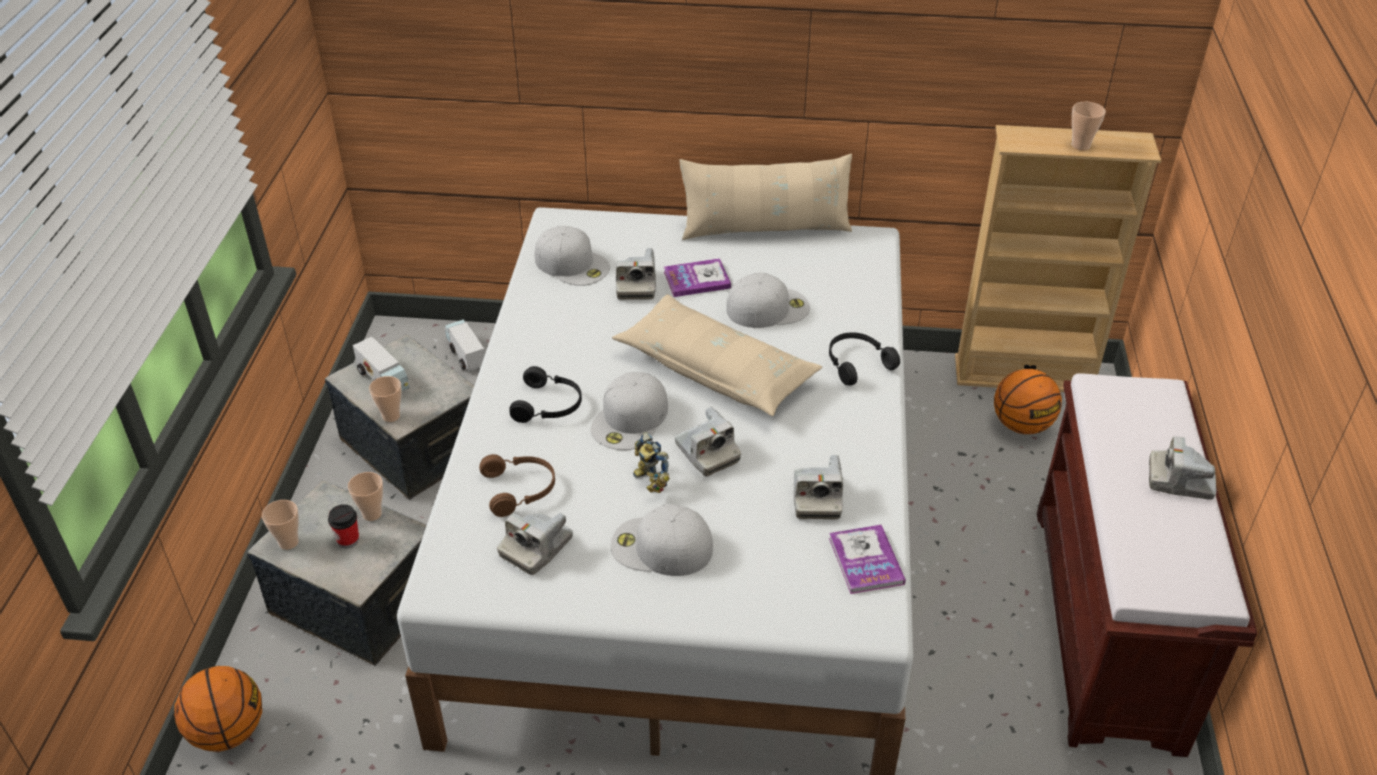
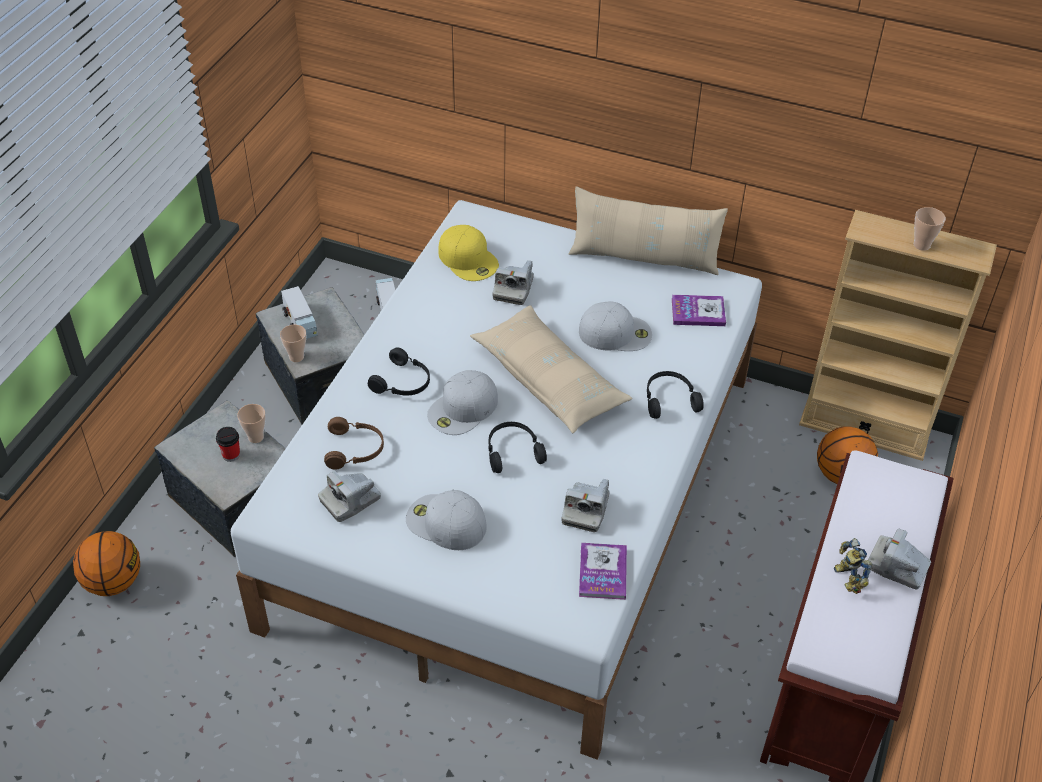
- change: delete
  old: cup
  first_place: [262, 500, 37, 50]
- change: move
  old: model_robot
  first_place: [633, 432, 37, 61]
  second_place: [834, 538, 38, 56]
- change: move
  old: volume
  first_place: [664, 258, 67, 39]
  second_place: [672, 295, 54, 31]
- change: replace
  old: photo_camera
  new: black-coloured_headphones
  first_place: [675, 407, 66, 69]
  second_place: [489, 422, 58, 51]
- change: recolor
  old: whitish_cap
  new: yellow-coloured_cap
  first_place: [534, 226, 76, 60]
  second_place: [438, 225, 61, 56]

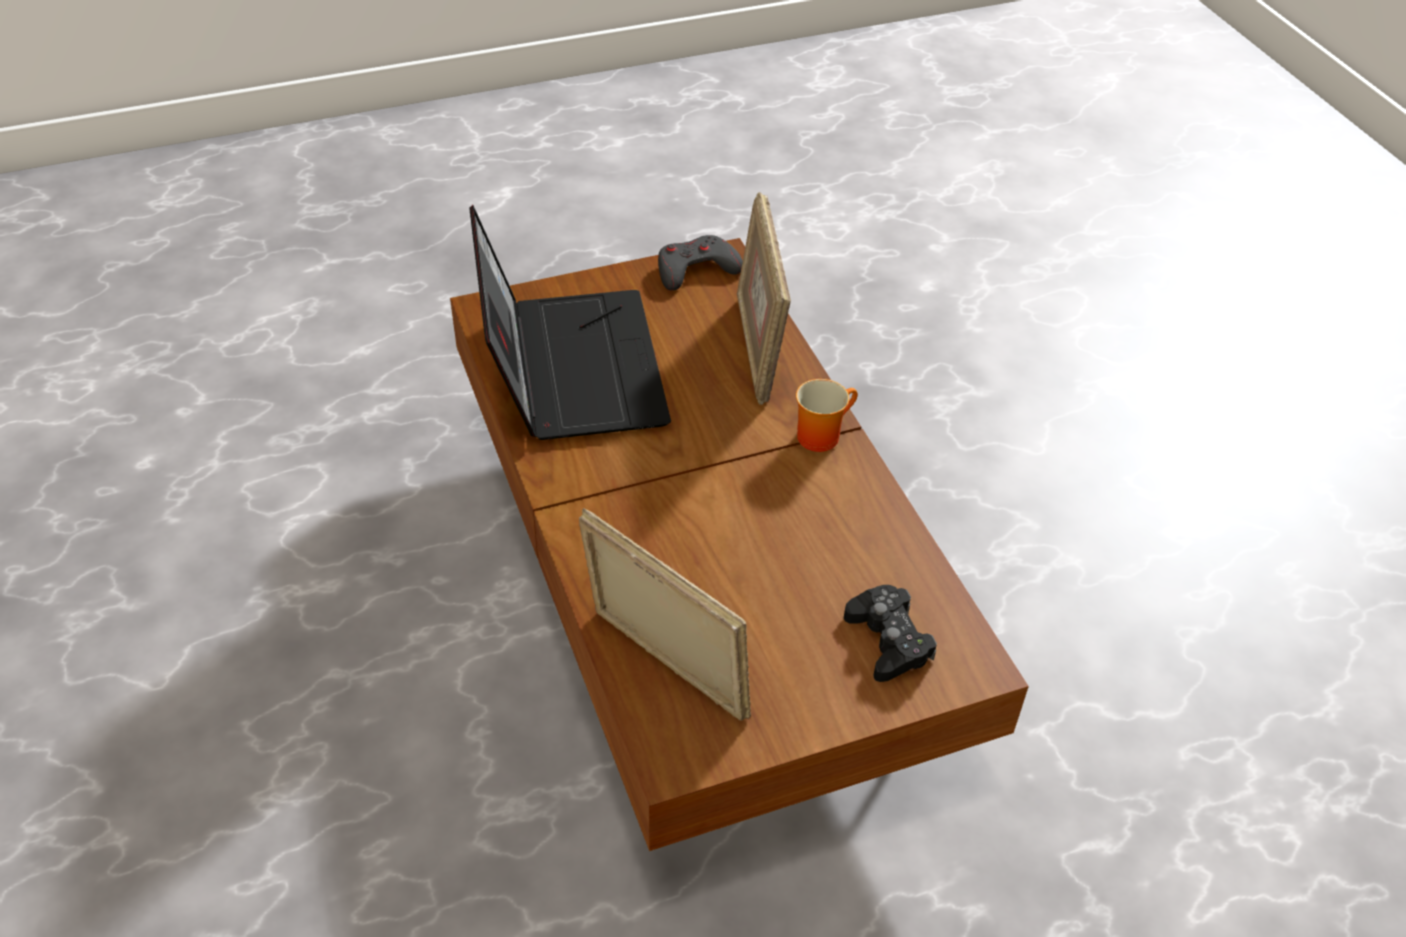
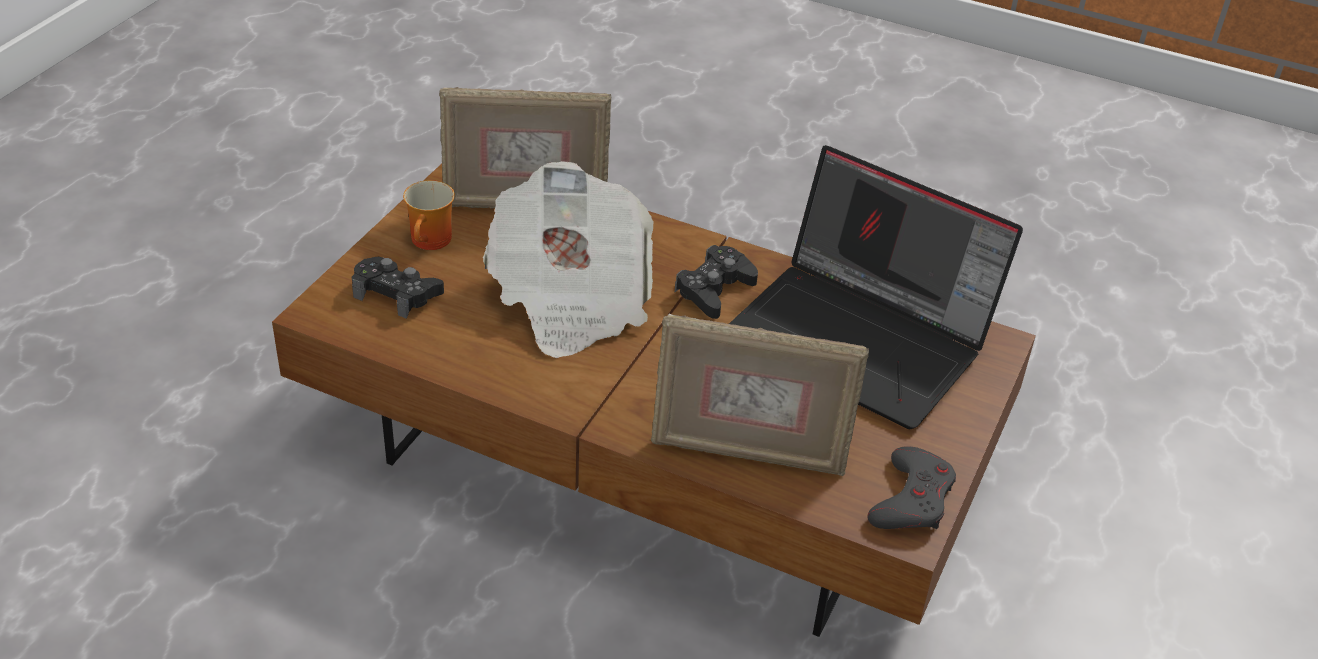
- change: insert
  new: daily_paper
  second_place: [482, 161, 172, 197]
- change: insert
  new: black-coloured_game_controller
  second_place: [675, 245, 83, 74]
- change: move
  old: tea_mug
  first_place: [796, 379, 62, 73]
  second_place: [403, 180, 52, 70]
- change: rotate
  old: standing_frame
  first_place: [737, 192, 54, 213]
  second_place: [651, 314, 218, 162]
  degrees: 150

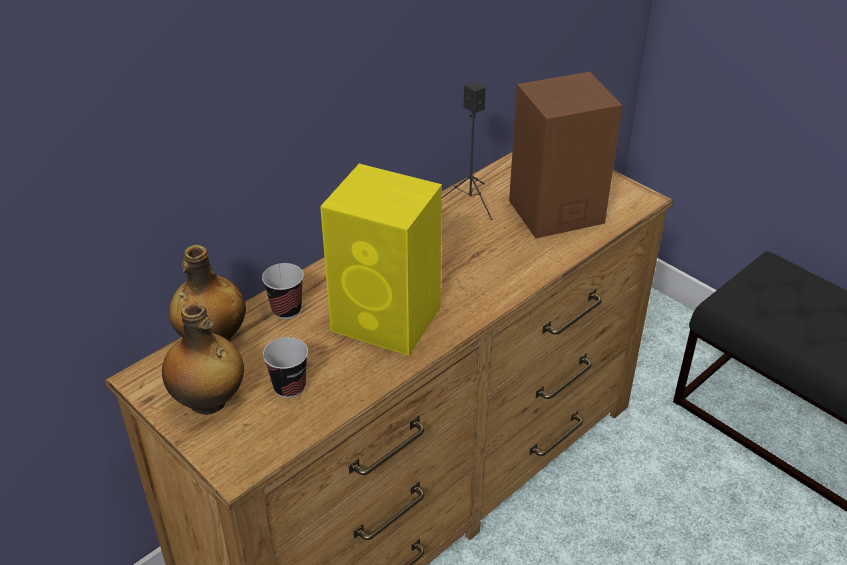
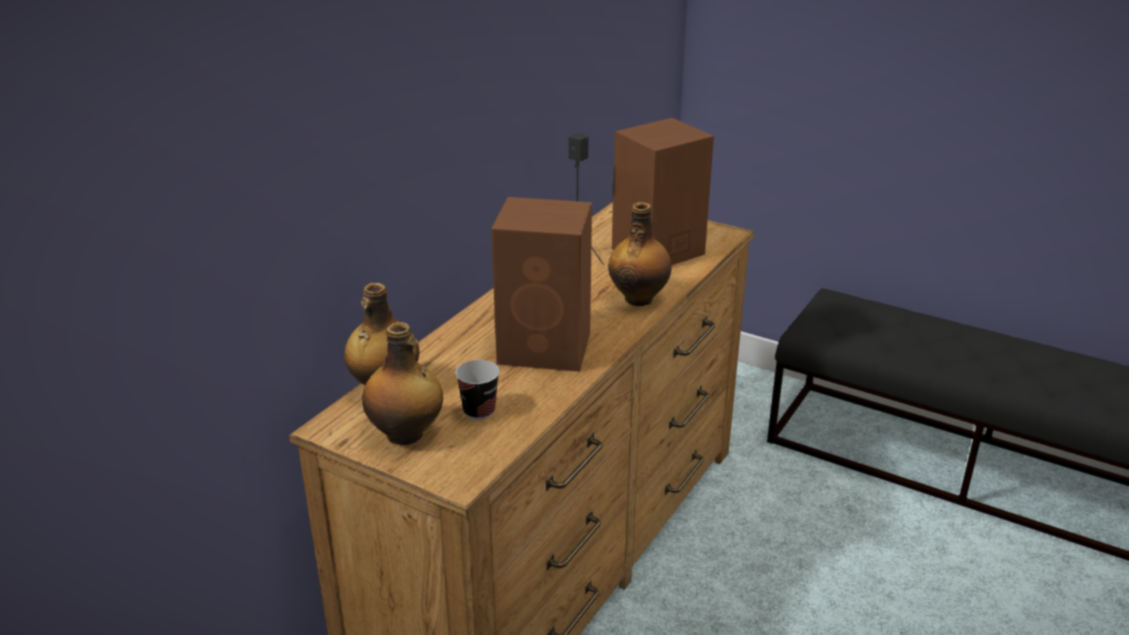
- change: delete
  old: cup
  first_place: [262, 263, 42, 56]
- change: insert
  new: beverage_bottle
  second_place: [608, 202, 64, 104]
- change: recolor
  old: yellow-coloured_audio_speaker
  new: brown_audio_speaker
  first_place: [320, 164, 122, 192]
  second_place: [491, 197, 101, 175]

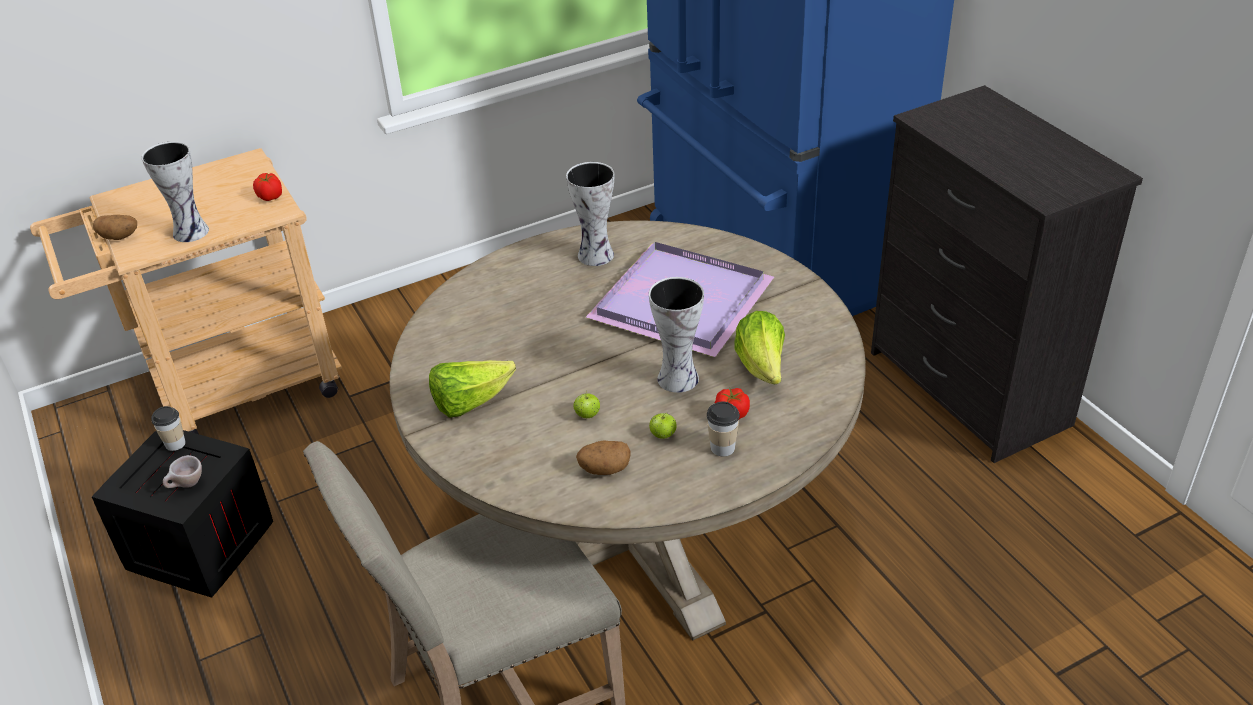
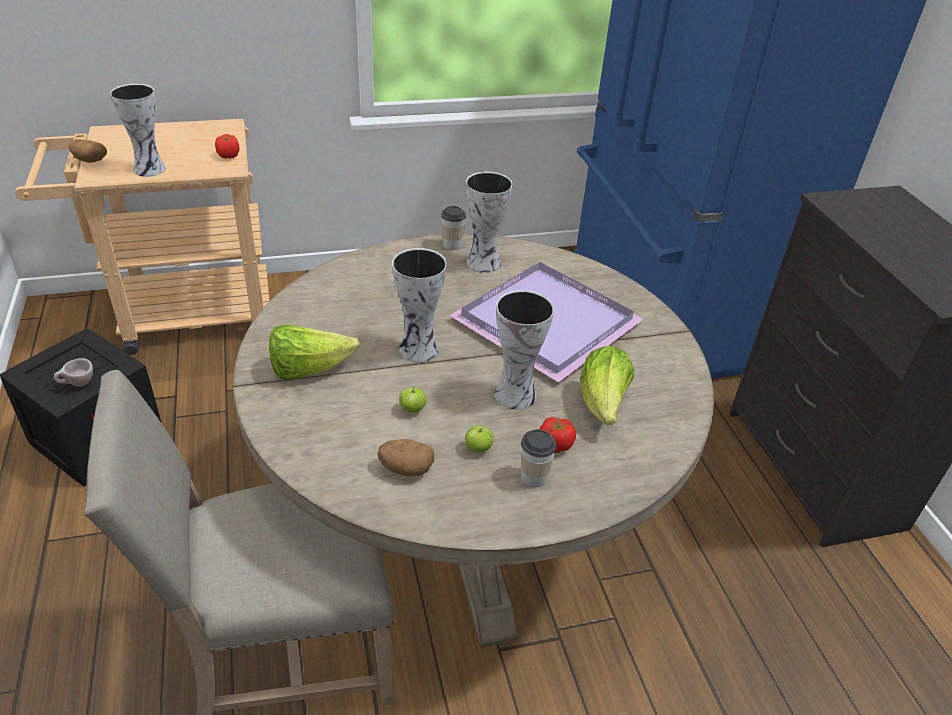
- change: insert
  new: vase
  second_place: [392, 248, 55, 115]
- change: move
  old: cup
  first_place: [151, 406, 35, 45]
  second_place: [441, 206, 25, 44]

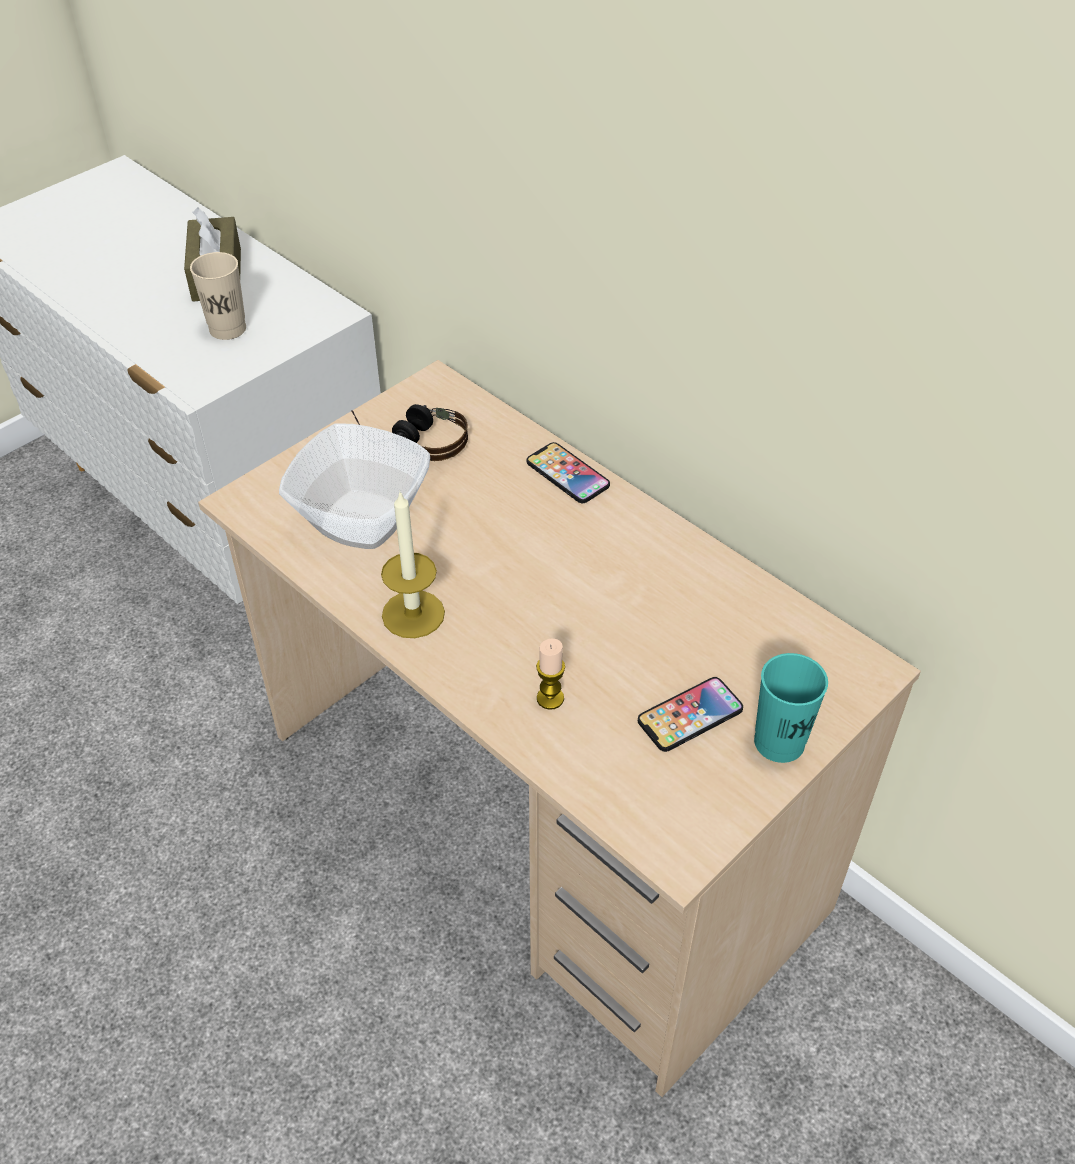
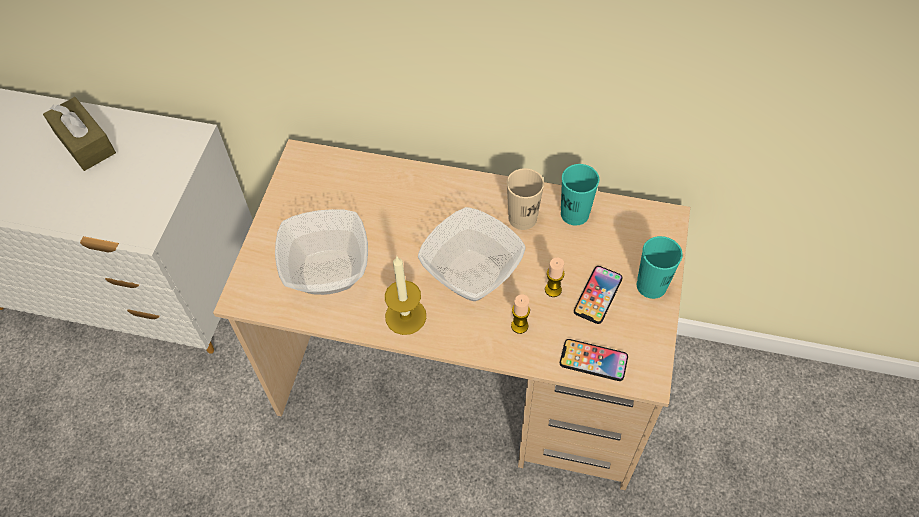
- change: delete
  old: headphones
  first_place: [351, 404, 117, 57]
- change: insert
  new: bowl
  second_place: [418, 207, 107, 94]
- change: insert
  new: wax_light
  second_place: [545, 257, 20, 40]
- change: insert
  new: blue-green_cup
  second_place: [561, 164, 38, 61]
- change: move
  old: beige_cup
  first_place: [190, 252, 56, 88]
  second_place: [507, 168, 37, 62]
- change: move
  old: phone
  first_place: [527, 442, 83, 61]
  second_place: [560, 339, 68, 42]

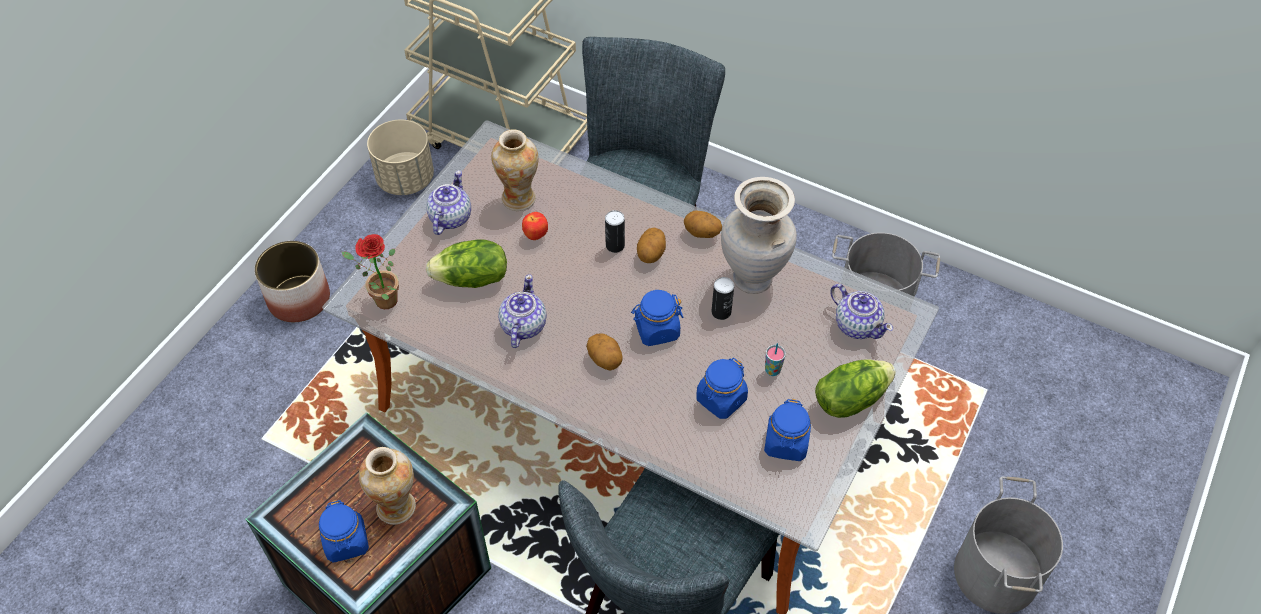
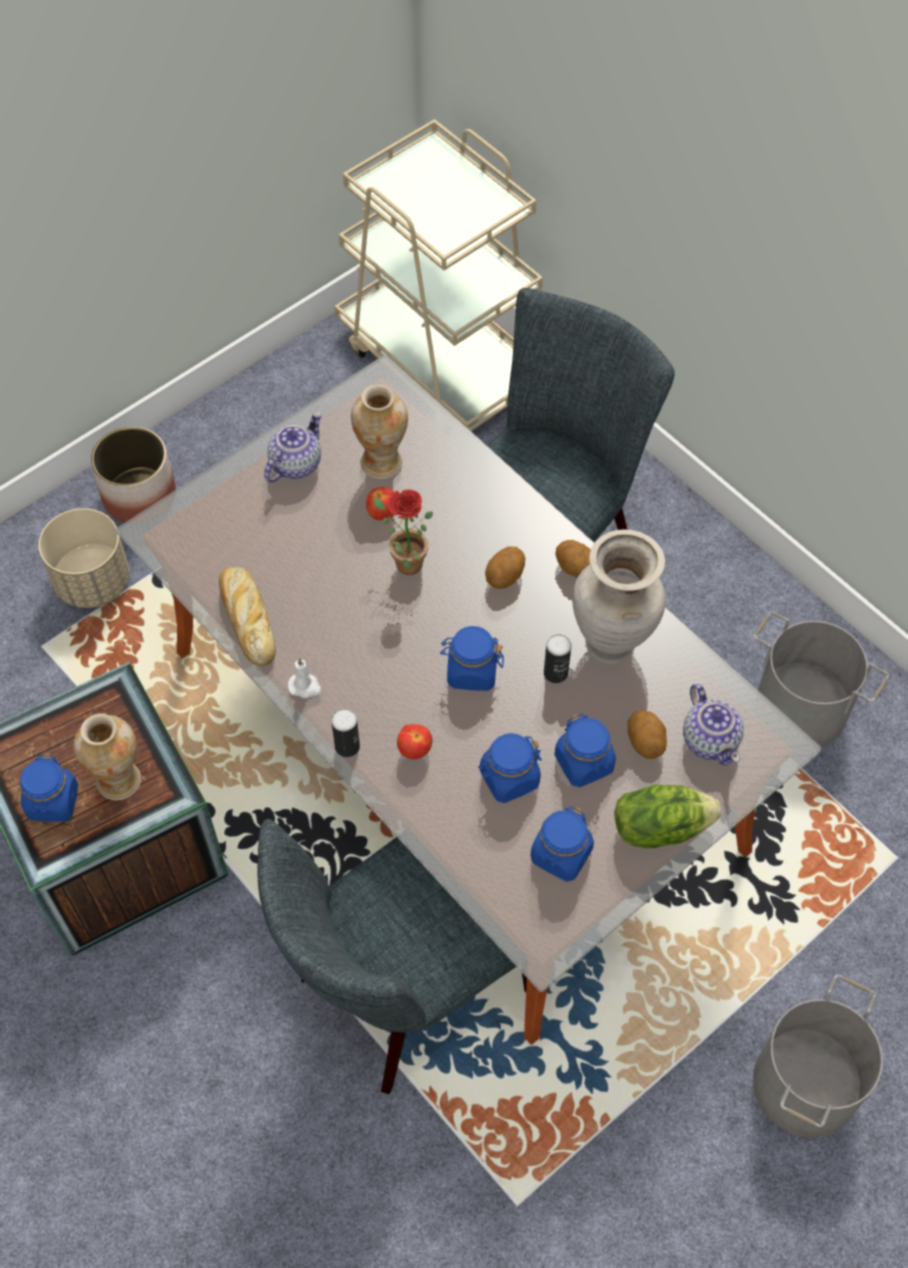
- change: delete
  old: lettuce
  first_place: [426, 239, 81, 49]
- change: delete
  old: pot_for_tea
  first_place: [498, 274, 49, 74]
- change: insert
  new: bread
  second_place: [219, 568, 57, 98]
- change: insert
  new: whitish_wax_light
  second_place: [288, 658, 34, 41]
- change: insert
  new: apple
  second_place: [397, 724, 35, 35]
- change: move
  old: houseplant
  first_place: [342, 234, 57, 75]
  second_place: [373, 489, 60, 86]
- change: move
  old: beige_flower_pot
  first_place: [367, 120, 67, 75]
  second_place: [38, 508, 92, 100]
- change: move
  old: spud
  first_place: [586, 333, 37, 38]
  second_place: [628, 710, 39, 49]
- change: move
  old: metal_can
  first_place: [605, 210, 20, 43]
  second_place: [331, 709, 29, 48]
- change: replace
  old: cup
  new: blue_storage_jar
  first_place: [765, 343, 21, 33]
  second_place: [554, 714, 62, 73]

